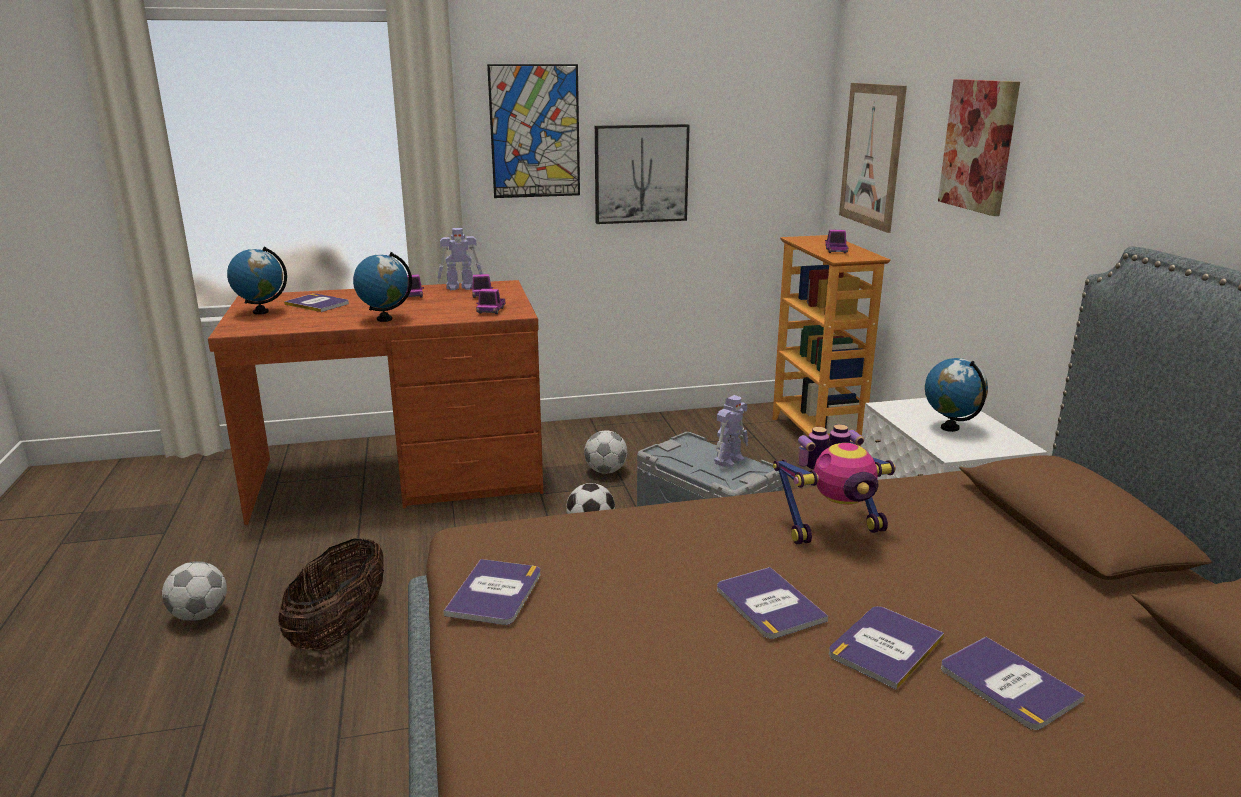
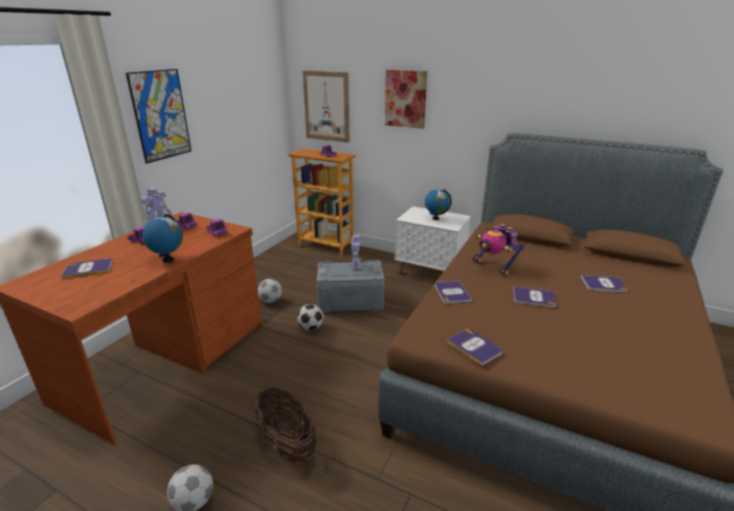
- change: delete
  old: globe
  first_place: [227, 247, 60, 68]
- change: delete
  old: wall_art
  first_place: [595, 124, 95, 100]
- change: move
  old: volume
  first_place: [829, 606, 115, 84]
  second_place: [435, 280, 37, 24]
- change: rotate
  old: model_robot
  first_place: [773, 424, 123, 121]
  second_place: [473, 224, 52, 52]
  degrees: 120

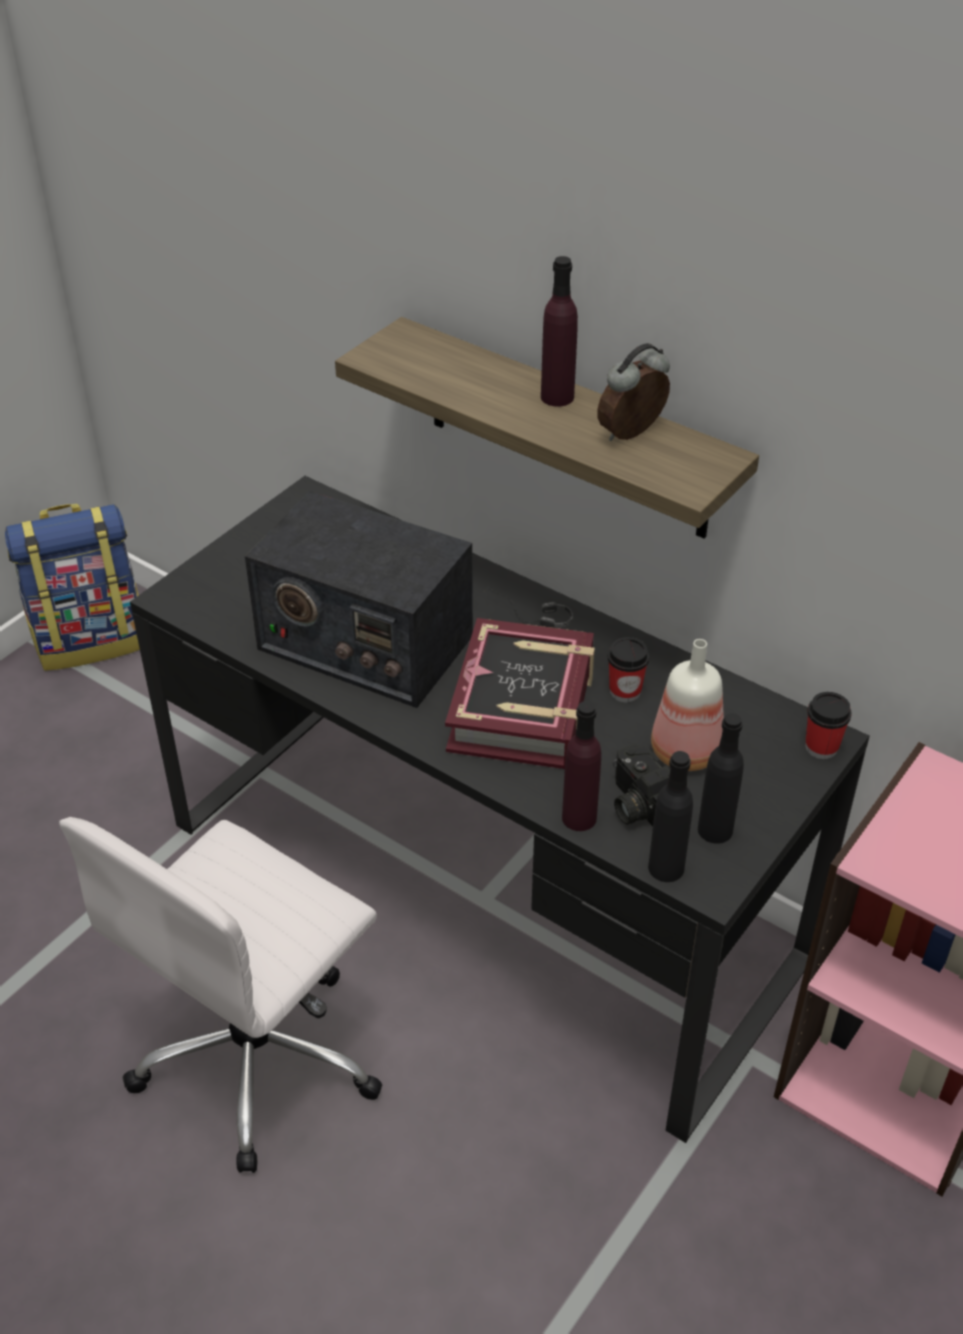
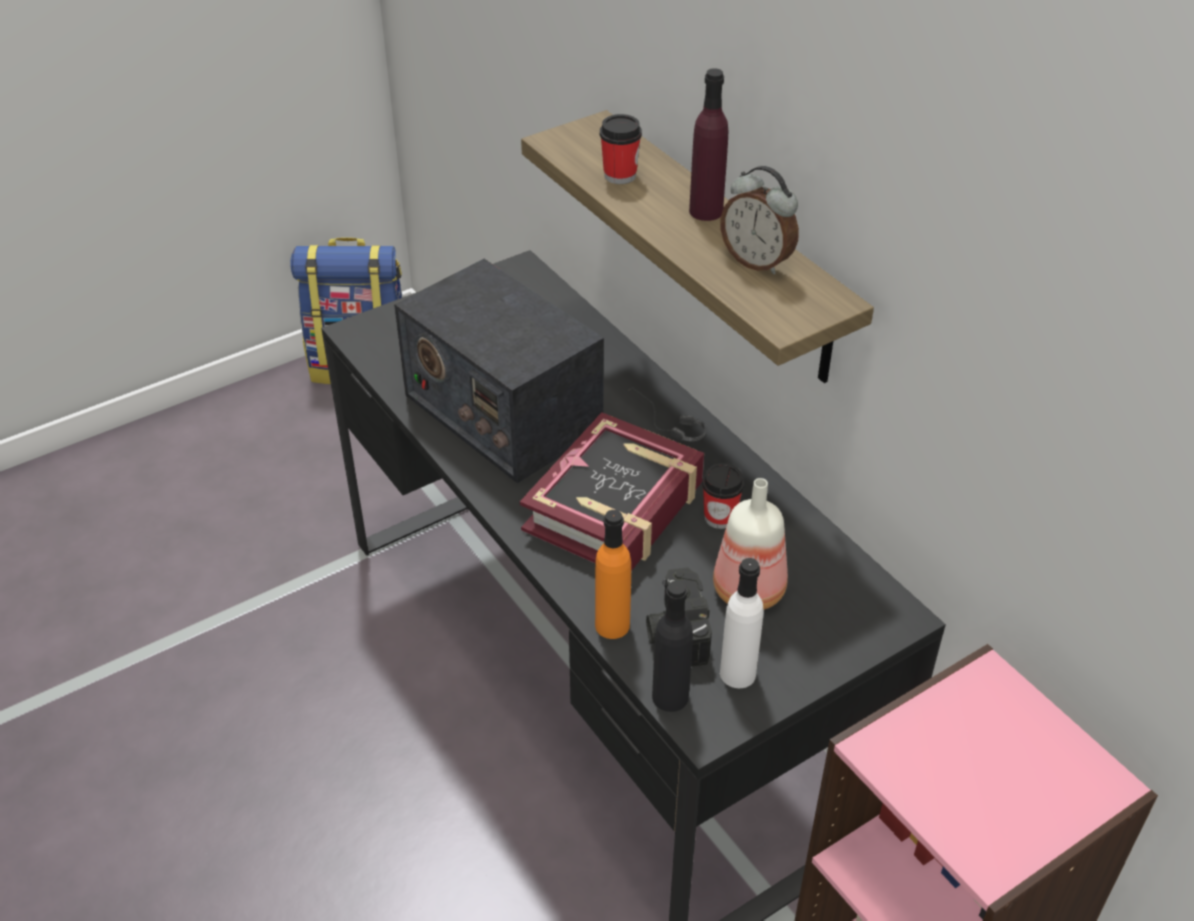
- change: delete
  old: whitish_office_chair
  first_place: [59, 817, 324, 356]
- change: move
  old: cup
  first_place: [805, 692, 47, 67]
  second_place: [600, 114, 42, 70]
- change: recolor
  old: purple_beverage_bottle
  new: orange-coloured_beverage_bottle
  first_place: [562, 701, 39, 130]
  second_place: [595, 510, 36, 129]
- change: recolor
  old: black-coloured_beverage_bottle
  new: whitish_beverage_bottle
  first_place: [698, 713, 46, 131]
  second_place: [720, 558, 44, 130]
- change: rotate
  old: bedside_clock
  first_place: [598, 343, 72, 98]
  second_place: [720, 166, 79, 109]
  degrees: -120

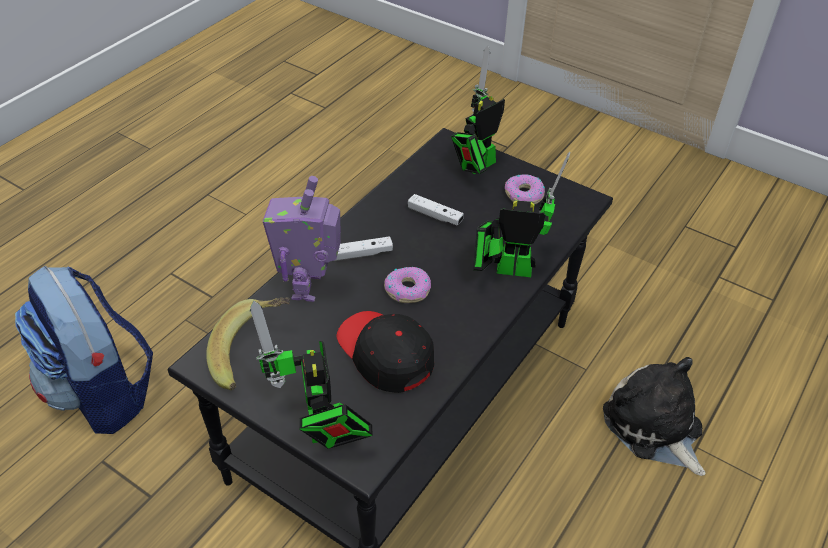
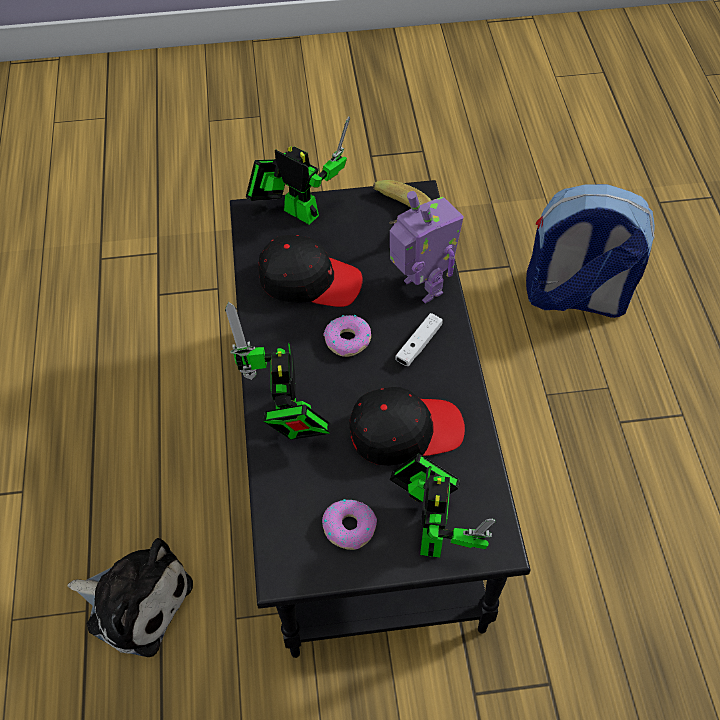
- change: replace
  old: whitish_game_controller
  new: black-coloured_cap
  first_place: [408, 194, 56, 32]
  second_place: [349, 387, 116, 79]
- change: rotate
  old: model_robot
  first_place: [473, 152, 97, 125]
  second_place: [225, 302, 106, 138]
  degrees: 120

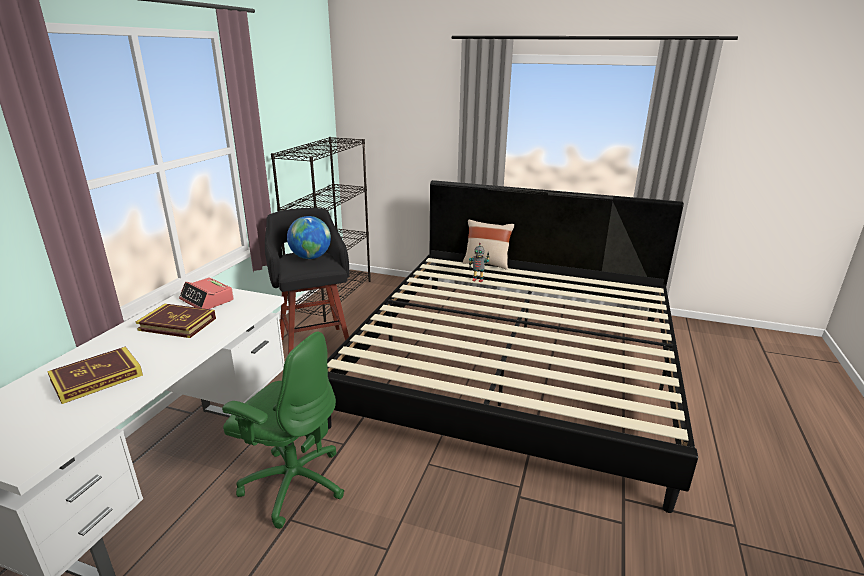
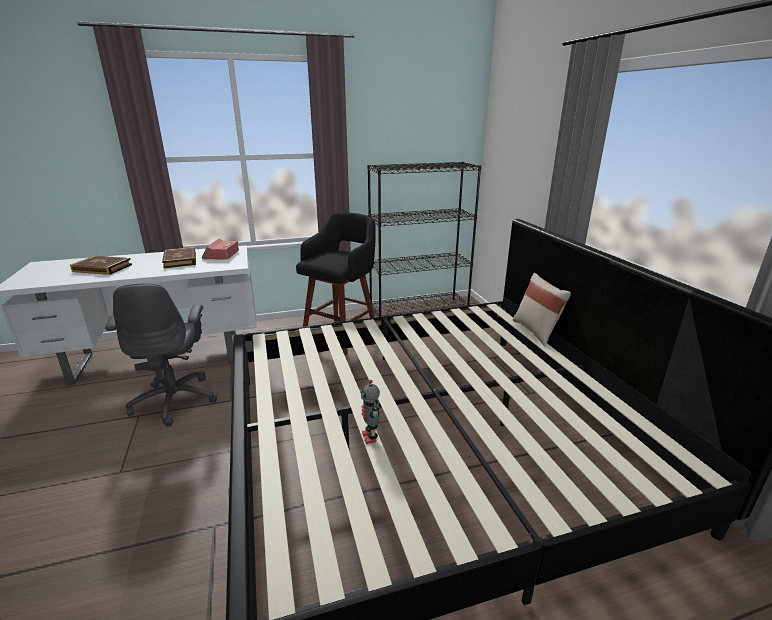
- change: delete
  old: globe
  first_place: [287, 216, 44, 43]
- change: move
  old: model_robot
  first_place: [469, 243, 21, 39]
  second_place: [360, 380, 21, 64]
- change: recolor
  old: green_office_chair
  new: greyish_office_chair
  first_place: [222, 331, 122, 198]
  second_place: [105, 283, 112, 144]

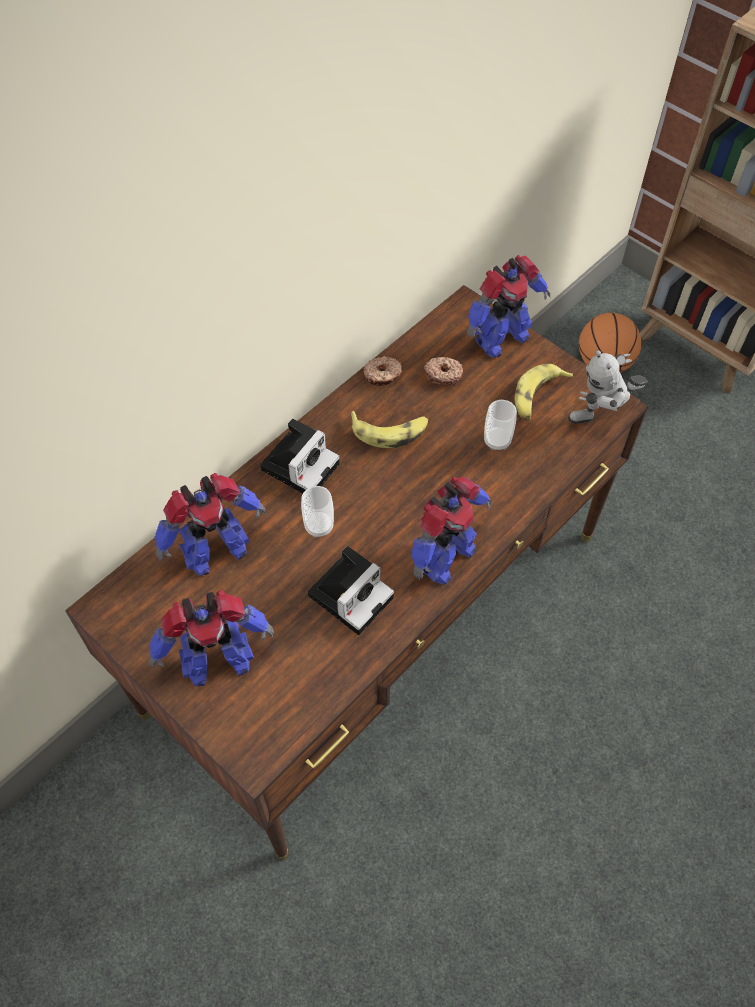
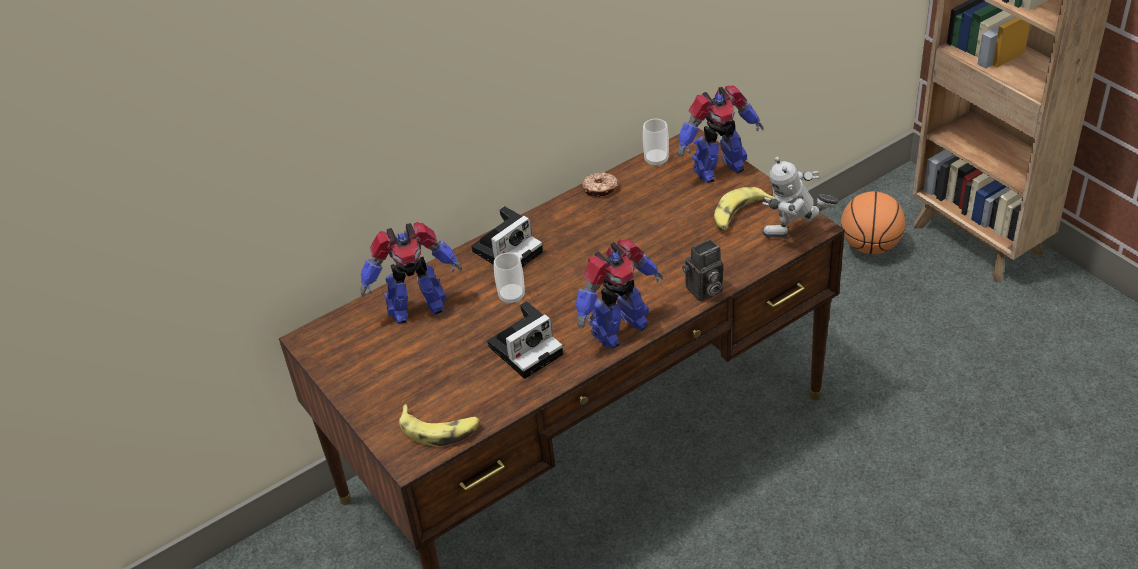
- change: delete
  old: model_robot
  first_place: [149, 590, 125, 96]
- change: delete
  old: doughnut
  first_place: [424, 357, 39, 29]
- change: insert
  new: photo_camera
  second_place: [682, 239, 41, 63]
- change: move
  old: whole_banana
  first_place: [350, 411, 78, 37]
  second_place: [399, 404, 81, 42]
- change: move
  old: cup
  first_place: [484, 400, 33, 50]
  second_place: [643, 118, 26, 48]

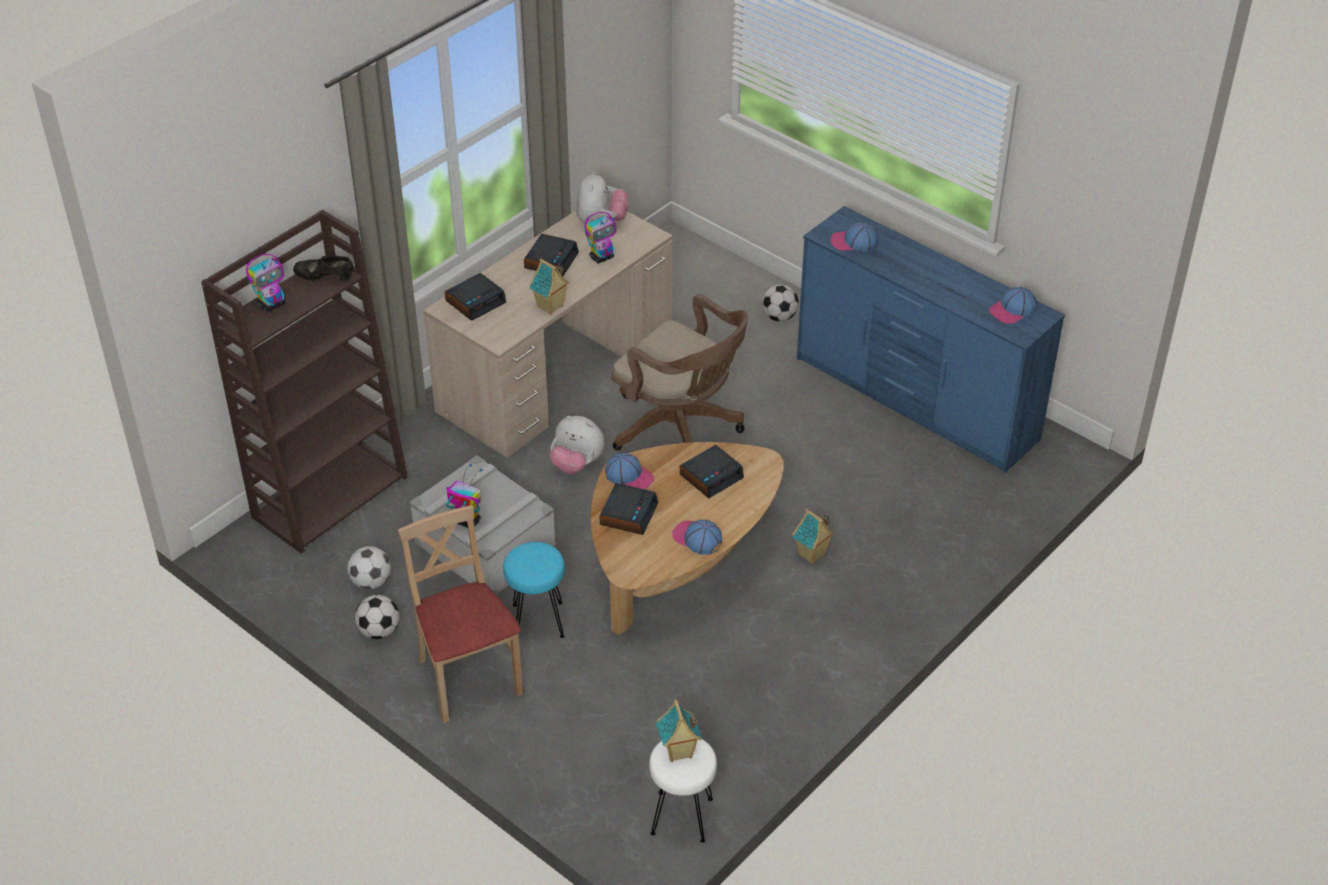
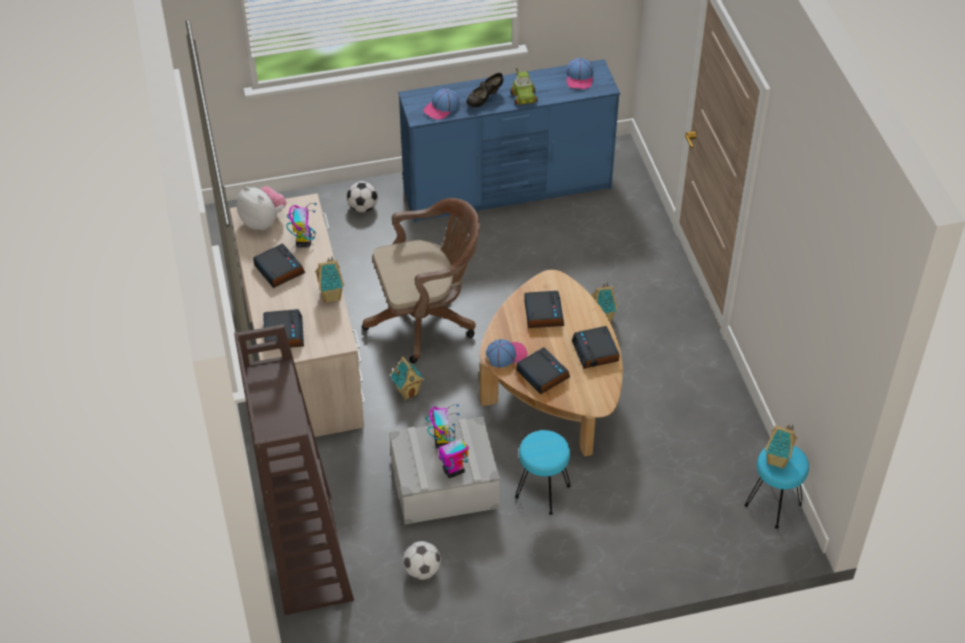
- change: delete
  old: football
  first_place: [355, 595, 45, 44]
- change: delete
  old: beige_chair
  first_place: [398, 505, 125, 218]
- change: insert
  new: model_car
  second_place: [511, 67, 27, 38]
- change: move
  old: model_robot
  first_place: [246, 254, 39, 58]
  second_place: [425, 404, 34, 45]
- change: move
  old: black-coloured_shoe
  first_place: [293, 255, 61, 26]
  second_place: [466, 73, 37, 35]
- change: replace
  old: soft_toy
  new: miniature_house
  first_place: [550, 416, 55, 58]
  second_place: [390, 356, 34, 44]
- change: replace
  old: cap
  new: bedside_clock
  first_place: [672, 520, 50, 35]
  second_place: [572, 326, 48, 43]
- change: recolor
  old: whitish_sitting_stool
  new: blue-green_sitting_stool
  first_place: [649, 739, 68, 104]
  second_place: [745, 446, 64, 83]

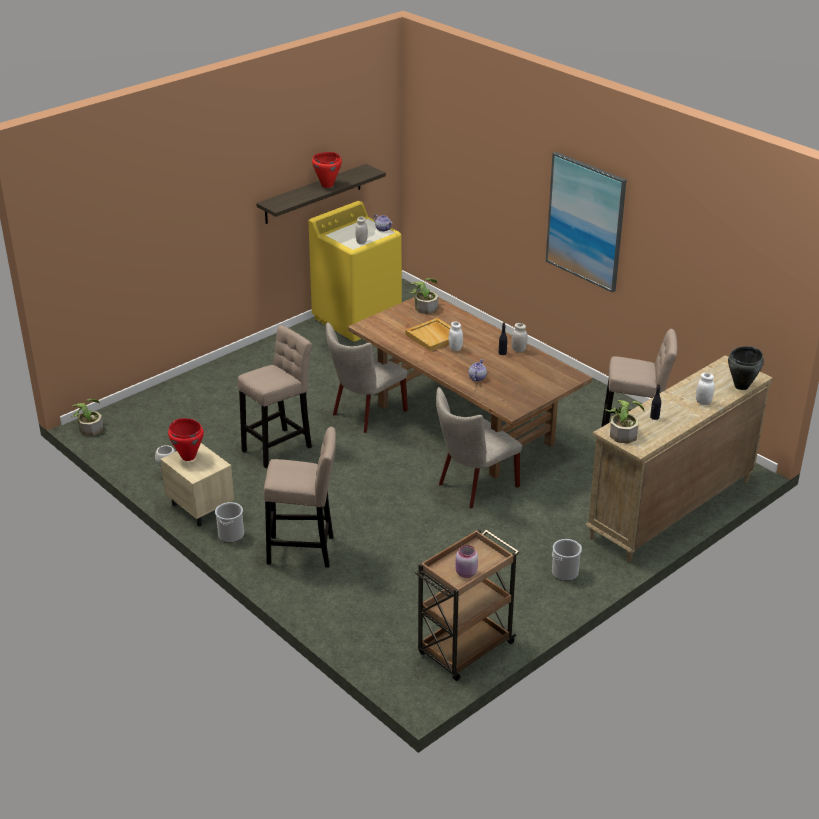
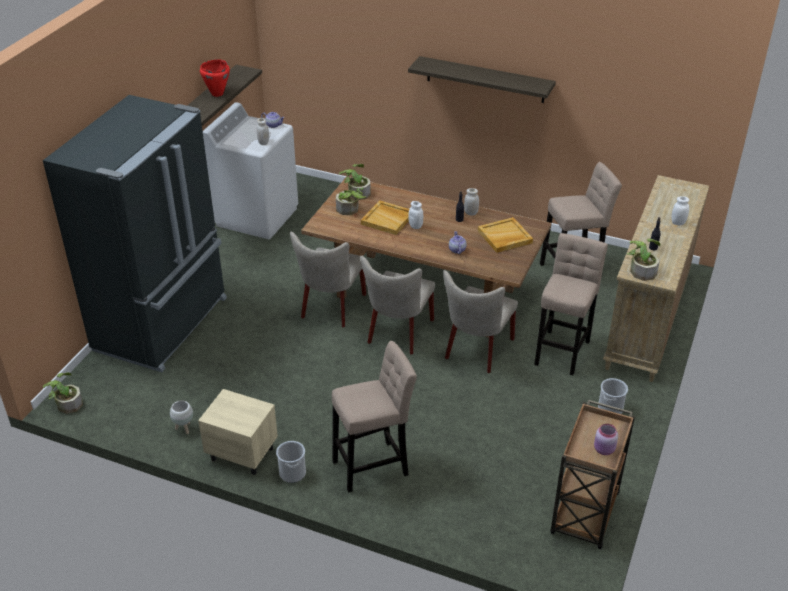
- change: delete
  old: red_stockpot
  first_place: [168, 418, 36, 43]
- change: delete
  old: black-coloured_stockpot
  first_place: [728, 346, 36, 44]
- change: insert
  new: black-coloured_fridge
  second_place: [43, 95, 184, 277]
- change: insert
  new: houseplant
  second_place: [336, 188, 30, 27]
- change: insert
  new: beige_chair
  second_place: [361, 256, 74, 98]
- change: insert
  new: beige_serving_tray
  second_place: [478, 217, 55, 36]
- change: move
  old: beige_sitting_stool
  first_place: [238, 325, 74, 143]
  second_place: [534, 233, 74, 142]
- change: replace
  old: wall_art
  new: bracket_shelf
  first_place: [546, 152, 80, 141]
  second_place: [408, 56, 148, 47]
- change: recolor
  old: yellow-coloured_laundry_machine
  new: whitish_laundry_machine
  first_place: [309, 201, 93, 141]
  second_place: [203, 102, 95, 137]

